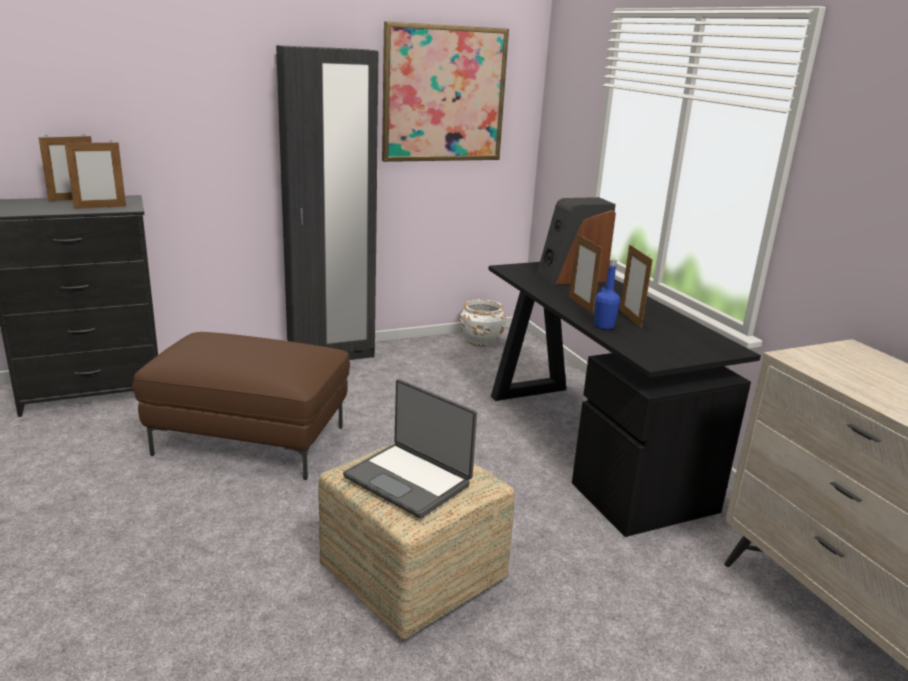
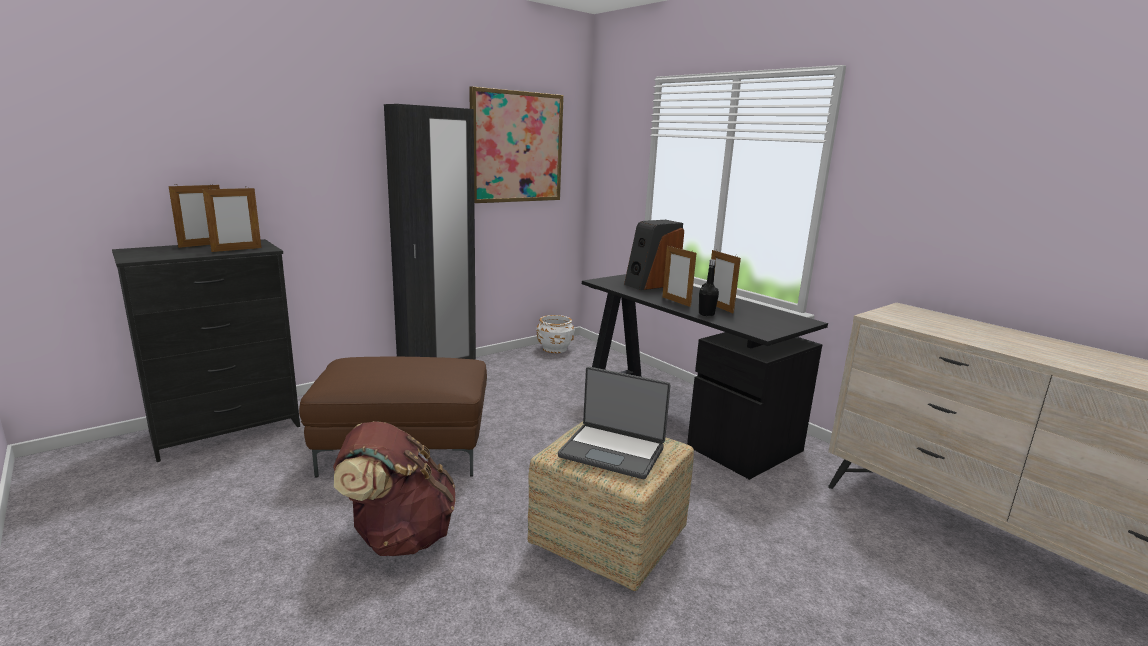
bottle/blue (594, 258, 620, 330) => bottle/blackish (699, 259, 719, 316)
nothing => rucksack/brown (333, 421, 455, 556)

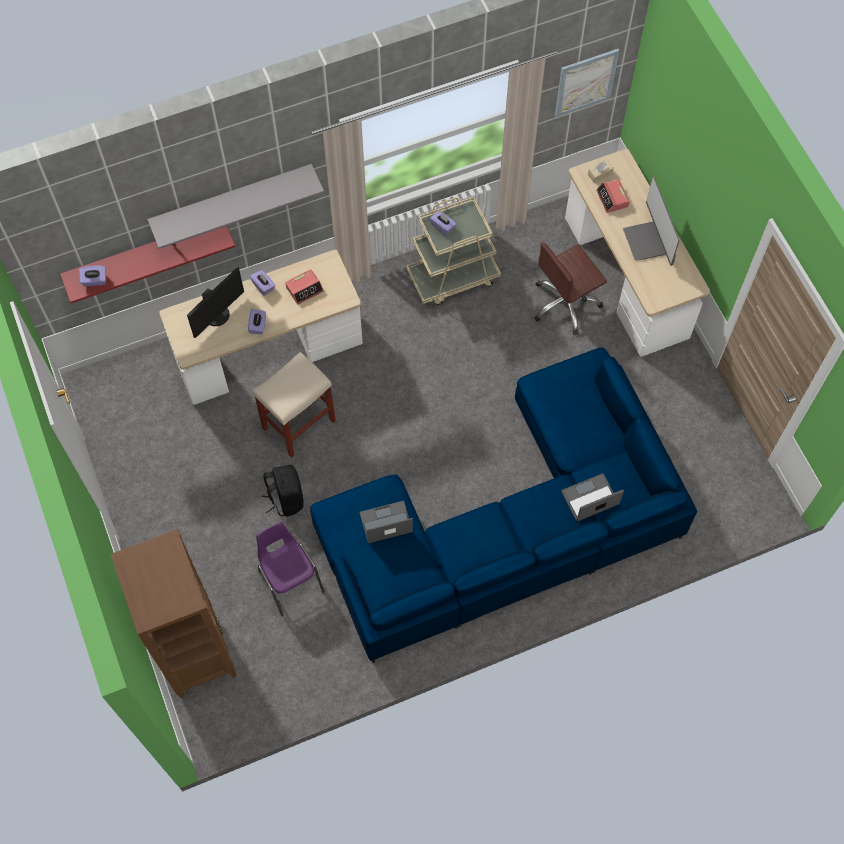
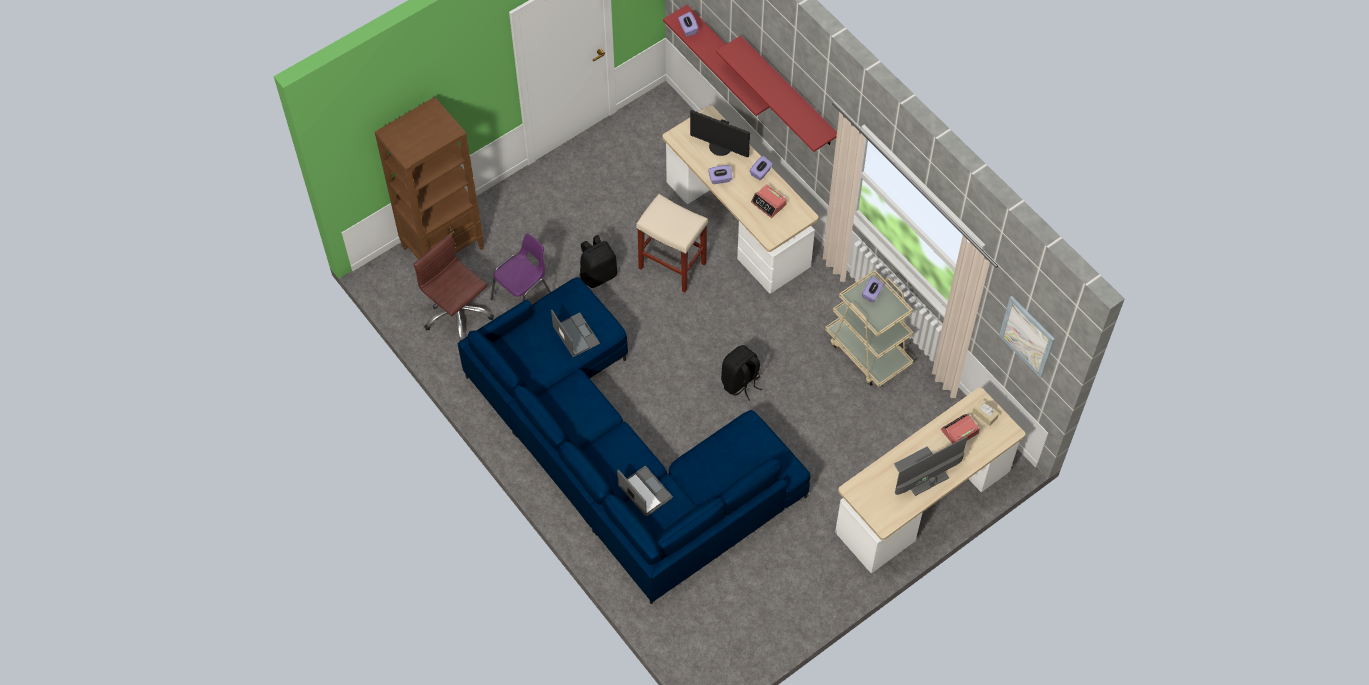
wall shelf/grey (147, 164, 324, 249) => wall shelf/red-coloured (716, 36, 837, 152)
computer chair/brown (534, 242, 607, 335) => computer chair/brown (413, 234, 494, 341), shifted
nothing => rucksack/blackish (721, 345, 762, 401)

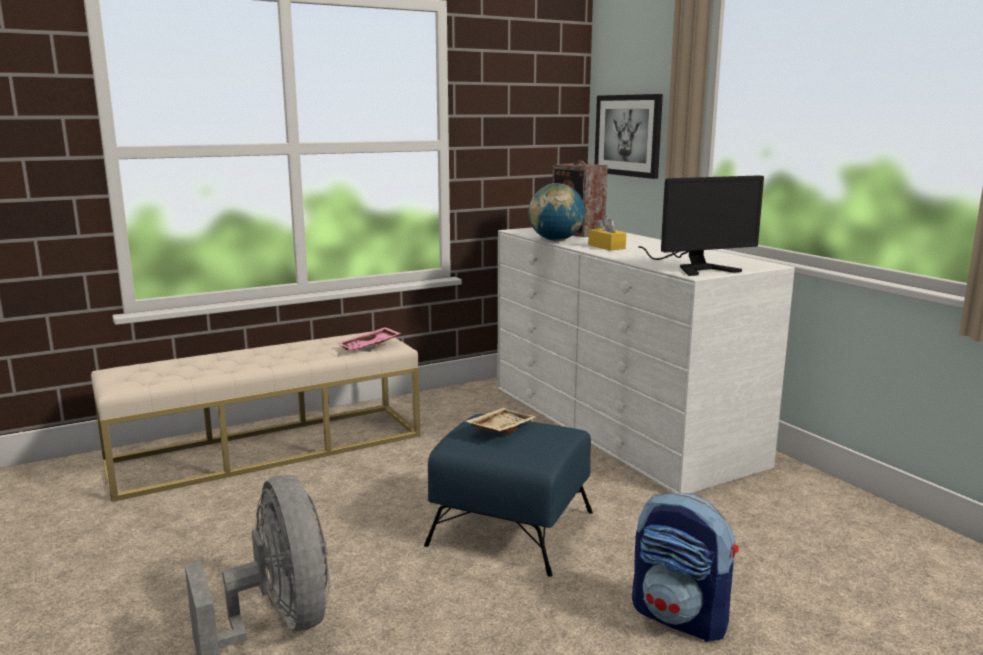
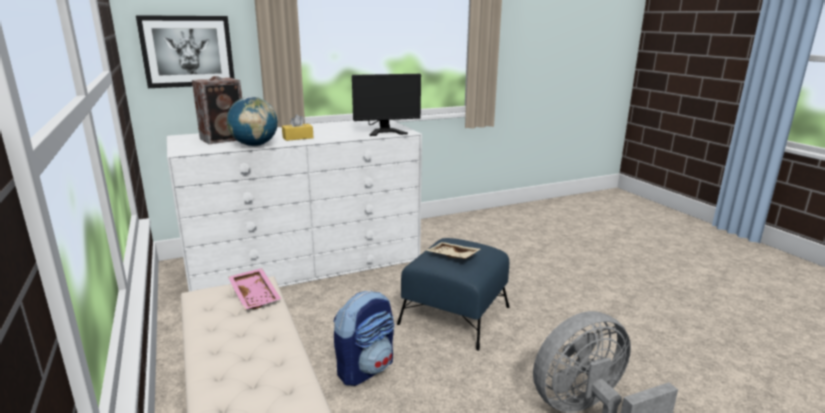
computer screen (638, 176, 764, 276) => computer screen (352, 74, 421, 136), 90 degrees clockwise
rucksack (632, 493, 739, 642) => rucksack (333, 290, 394, 386), shifted

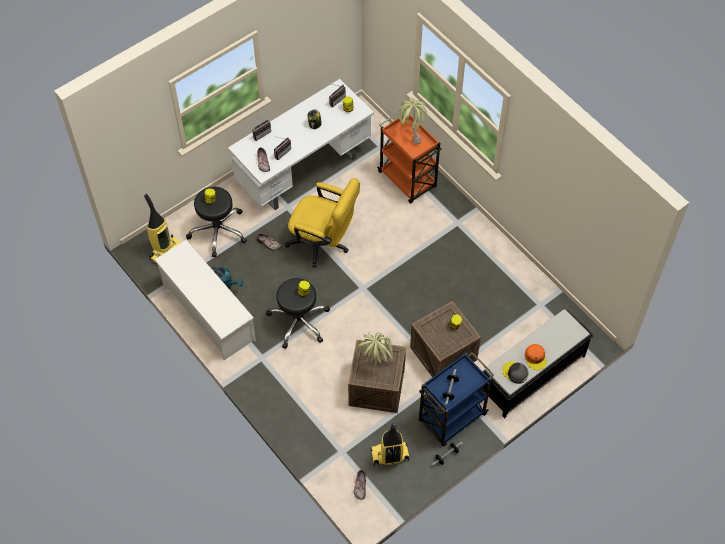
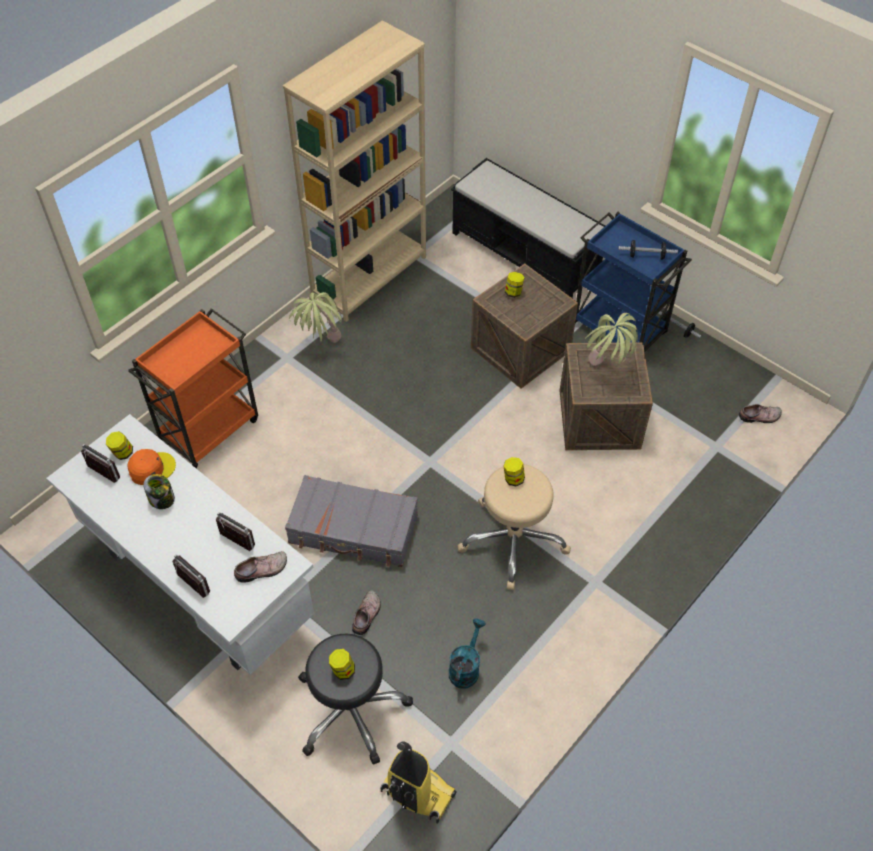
potted plant (398, 98, 429, 144) => potted plant (289, 292, 342, 343), shifted
computer chair/yellow (285, 178, 360, 268) => piece of luggage/grey (285, 475, 418, 567)
shoe shelf/white-coloured (154, 240, 256, 360) => nothing
stool seat/blackish (266, 278, 330, 349) => stool seat/beige-coloured (458, 464, 571, 590)
cap/orange (525, 344, 547, 370) => cap/orange (128, 449, 176, 485), shifted
cap/grey (502, 362, 528, 384) => nothing
hoover (370, 423, 409, 466) => nothing
nothing => bookcase/beige-coloured (283, 20, 426, 322)

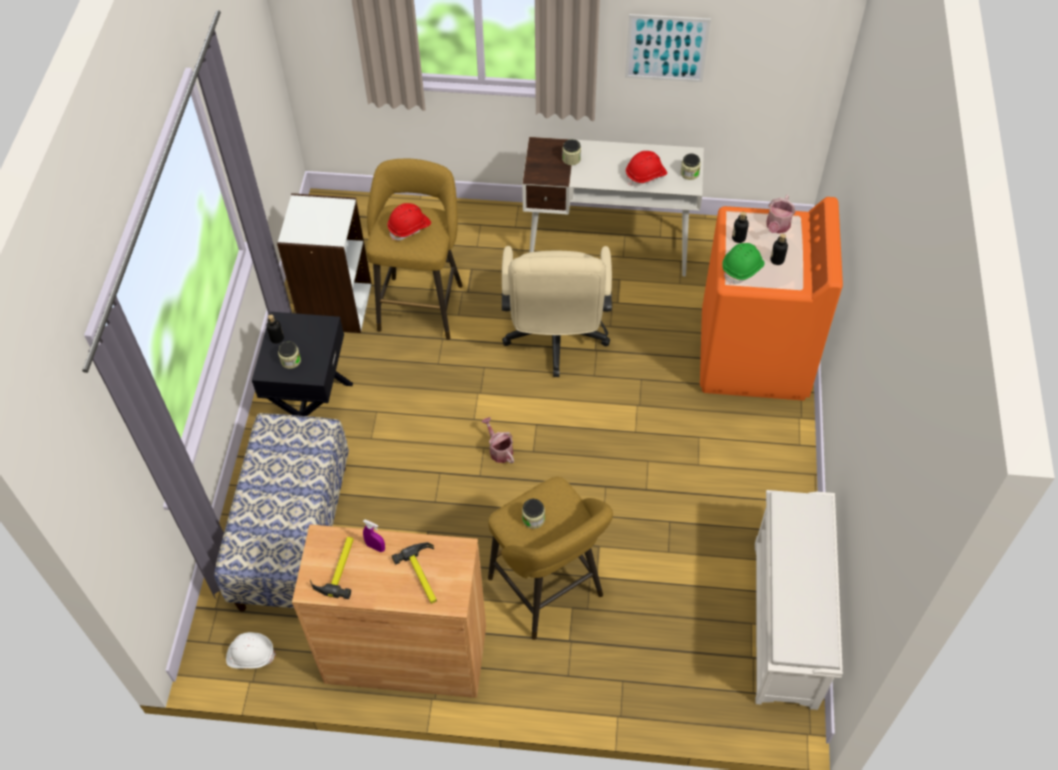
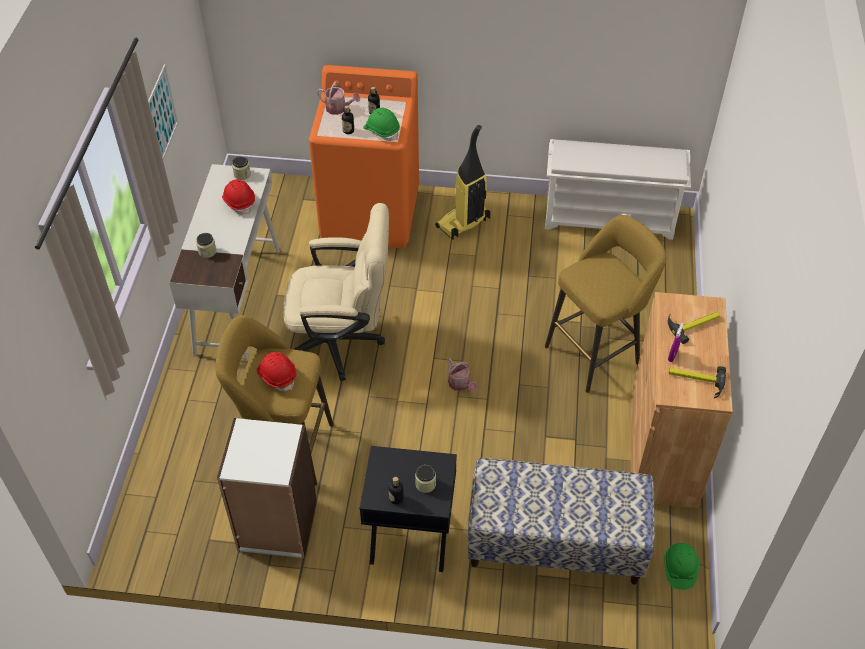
watering can (482, 417, 514, 463) => watering can (447, 359, 477, 391), 90 degrees counterclockwise
jar (522, 499, 545, 529) => nothing
work helmet/white-coloured (226, 632, 276, 669) => work helmet/green-coloured (664, 543, 699, 590)
nothing => hoover (435, 125, 490, 240)

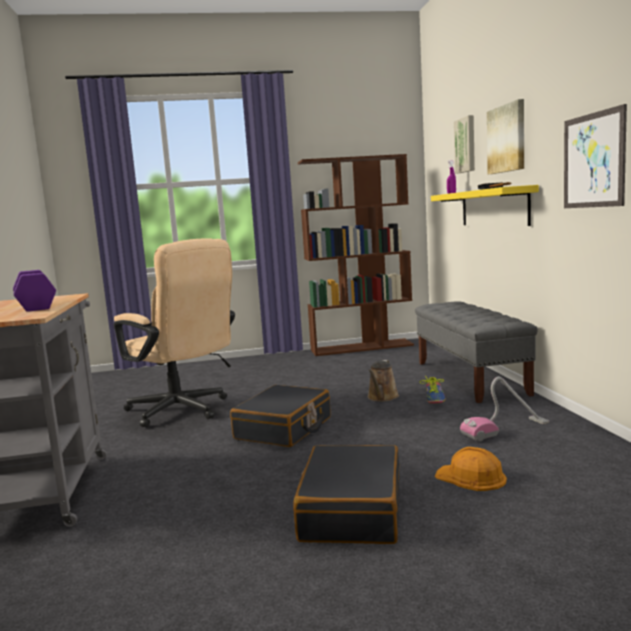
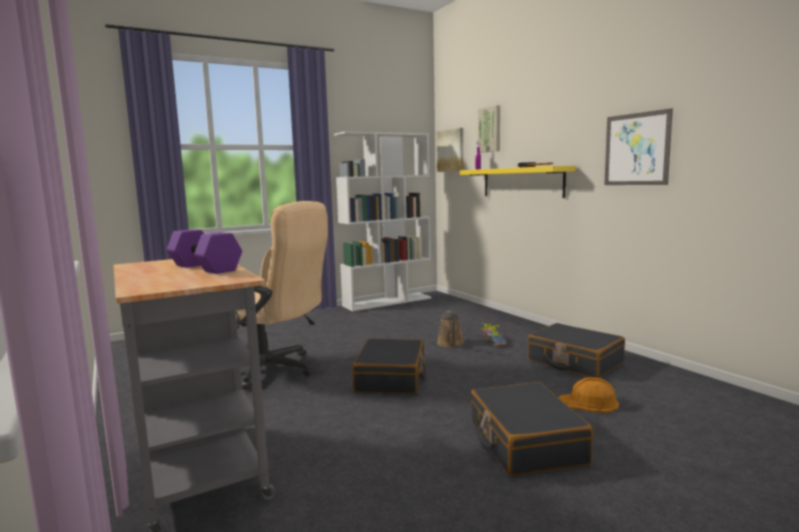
wall art (487, 99, 524, 174) => wall art (436, 128, 463, 172), shifted
bookcase/brown (298, 154, 414, 356) => bookcase/white-coloured (334, 131, 431, 311)
indoor bench/grey (415, 301, 538, 403) => nothing
hoover (460, 377, 549, 441) => piece of luggage/blackish (528, 323, 625, 378)

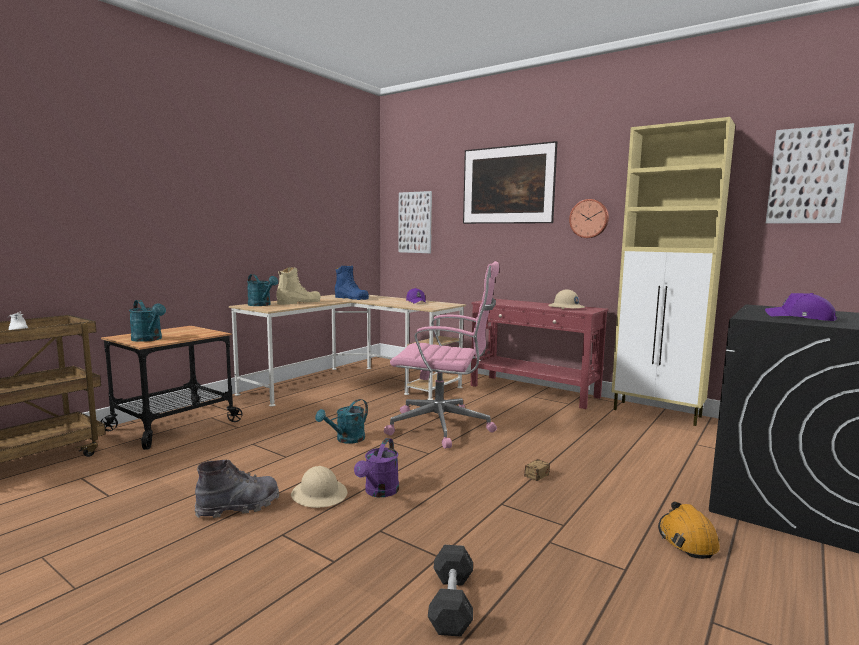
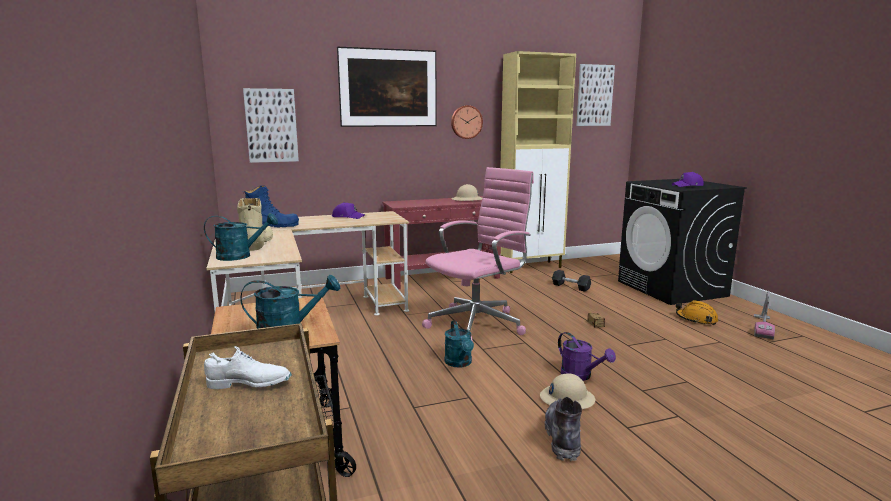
free weight/grey (428, 545, 473, 637) => free weight/grey (552, 270, 591, 292), shifted
nothing => hoover (754, 291, 775, 339)

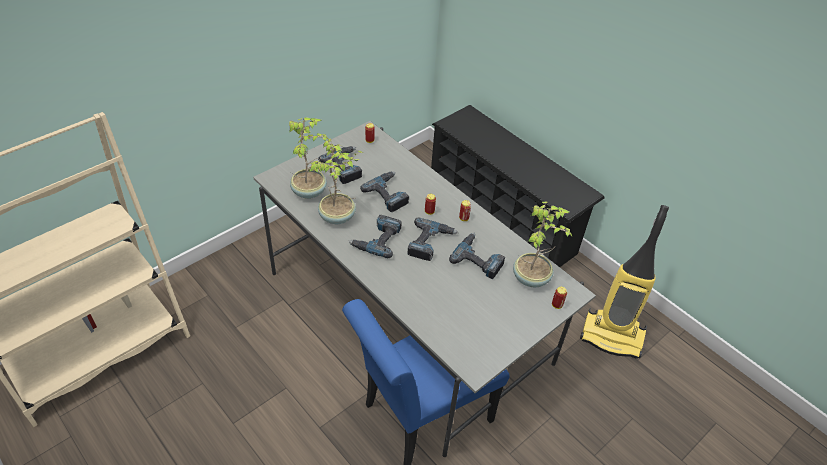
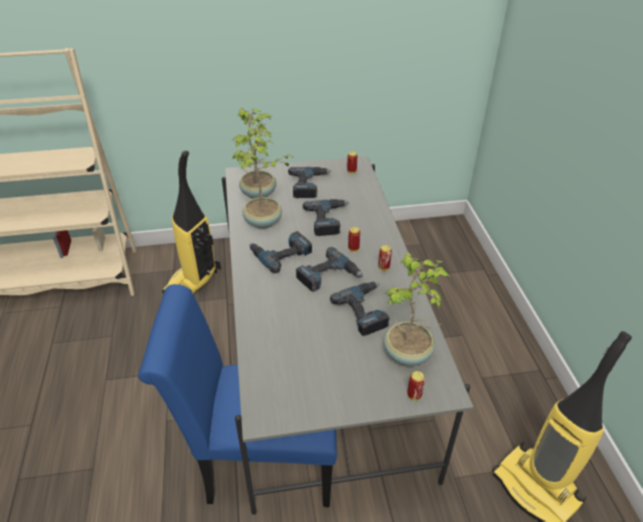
shoe shelf/blackish (431, 105, 605, 267) => nothing
nothing => hoover (162, 150, 221, 294)

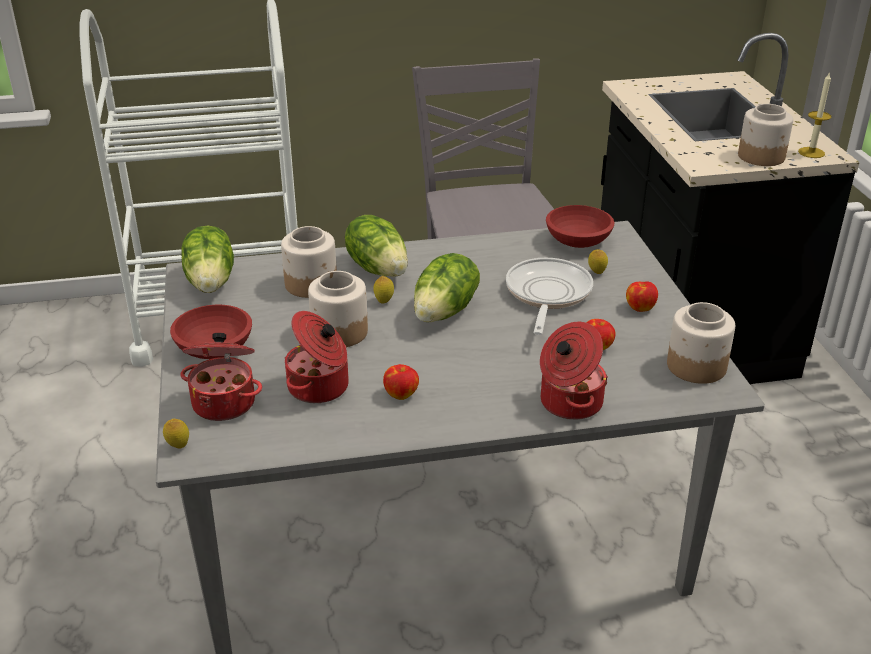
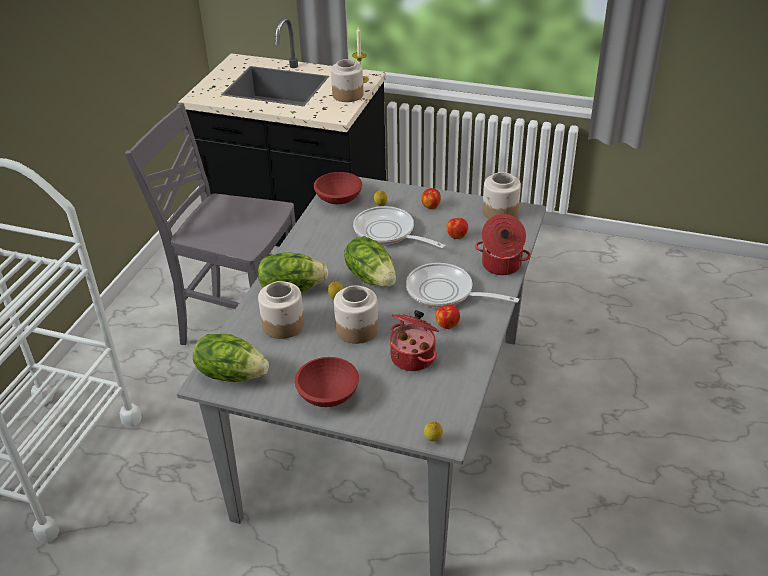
saucepot (180, 333, 262, 421) => nothing
nothing => skillet (406, 263, 519, 308)

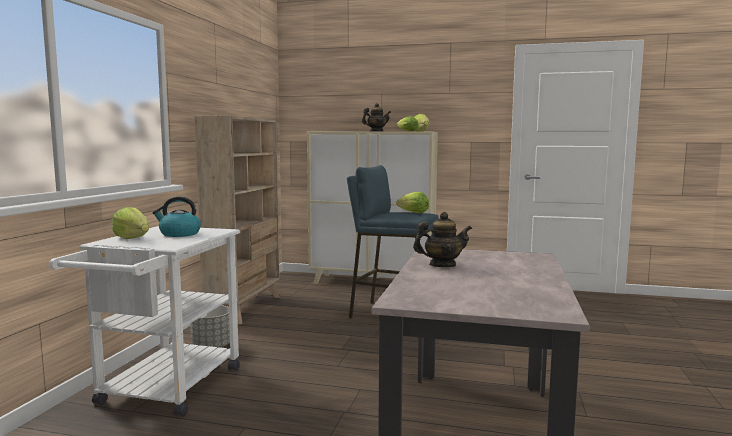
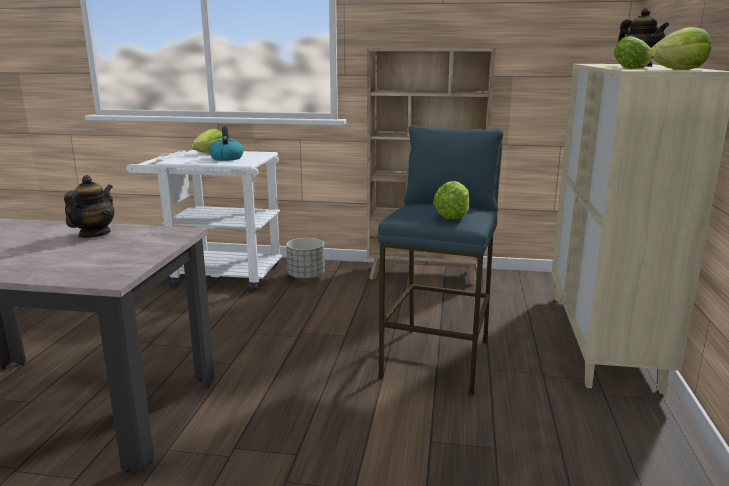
teapot (413, 212, 472, 267) => teapot (64, 175, 114, 238), 150 degrees counterclockwise

